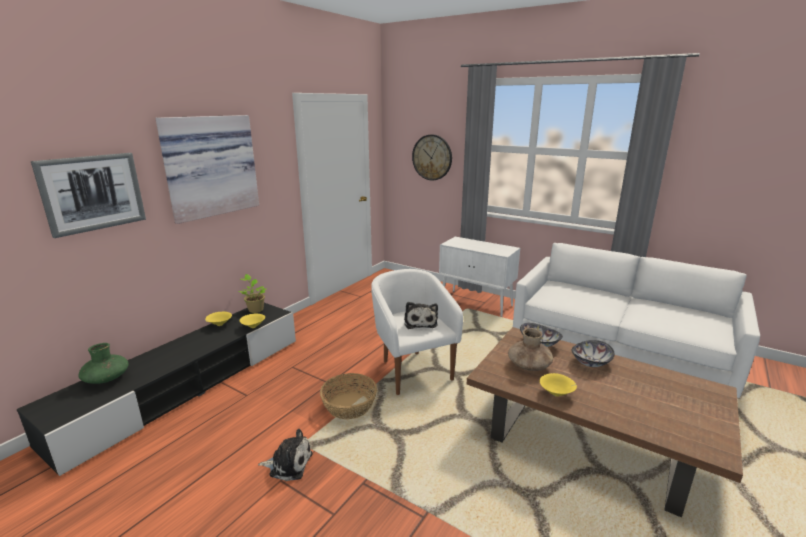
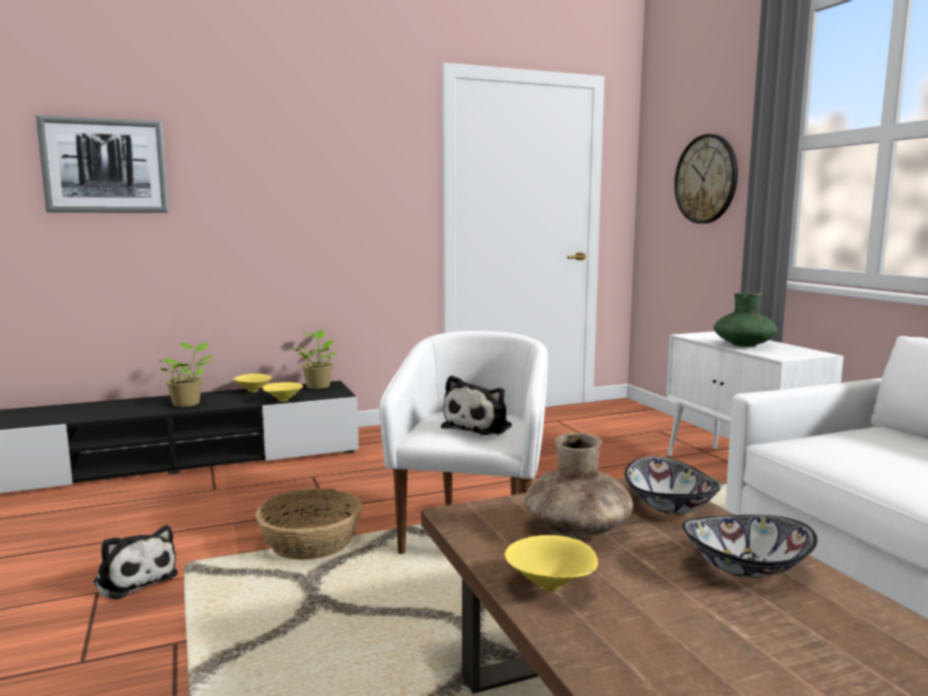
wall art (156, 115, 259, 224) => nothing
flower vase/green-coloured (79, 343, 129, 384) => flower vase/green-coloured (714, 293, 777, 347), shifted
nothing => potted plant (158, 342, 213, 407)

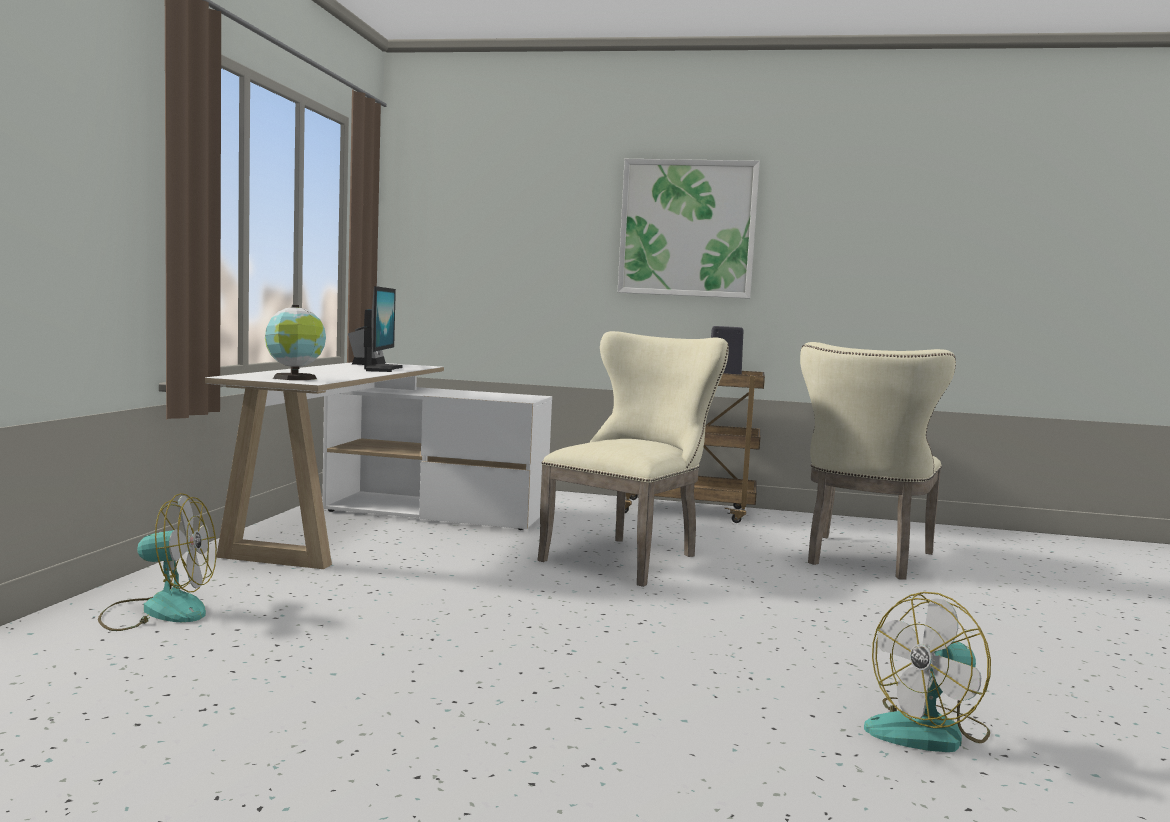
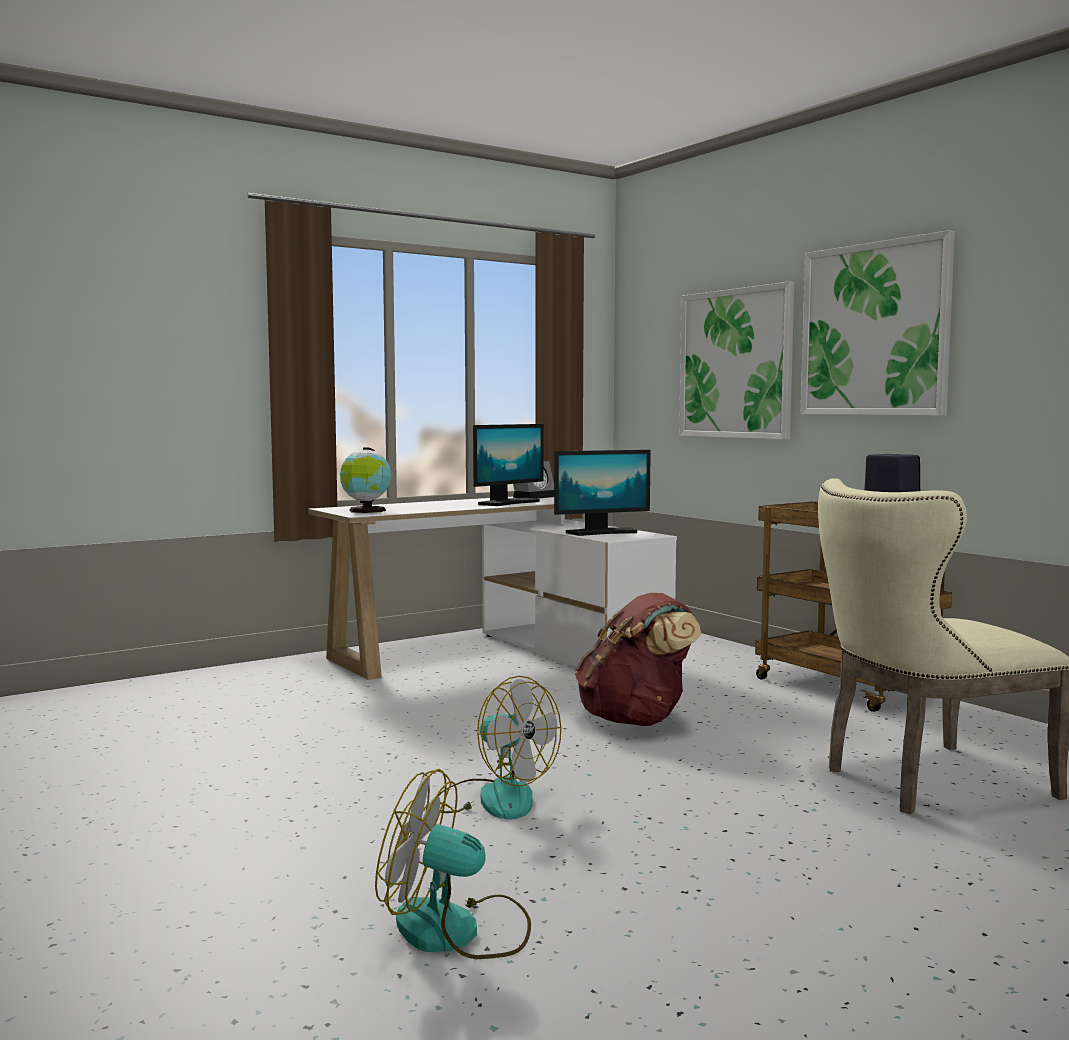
upright chair/beige-coloured (537, 331, 729, 587) => rucksack/brown (575, 593, 701, 726)
electric fan (98, 493, 217, 631) => electric fan (438, 676, 561, 820), shifted
nothing => wall art (679, 282, 794, 440)
nothing => computer screen (554, 450, 651, 536)

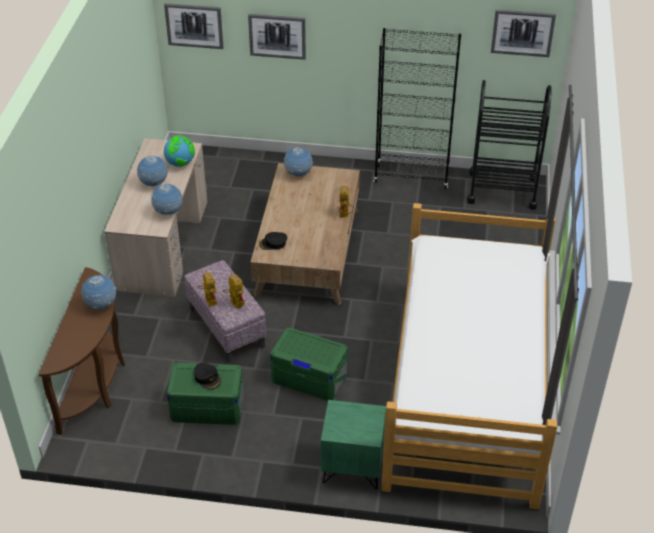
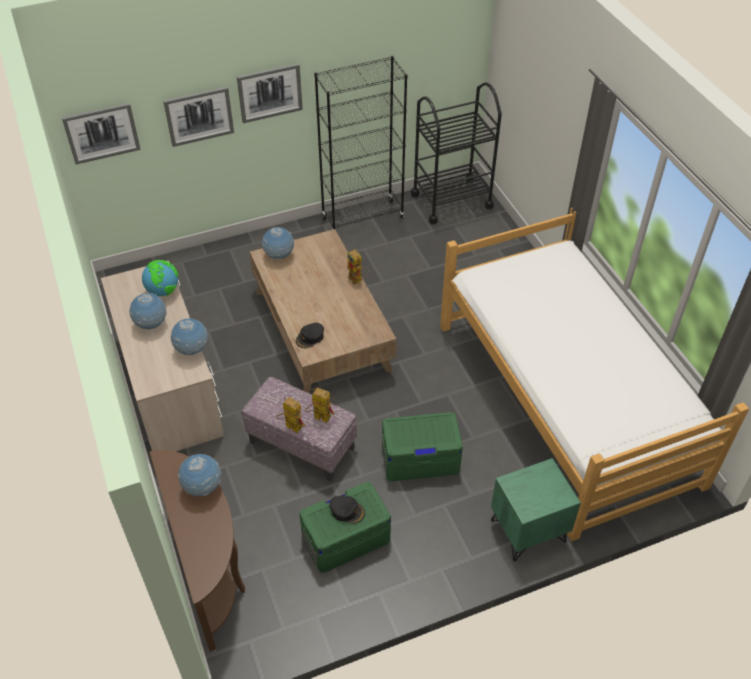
wall art (491, 9, 556, 57) => wall art (237, 63, 303, 123), shifted

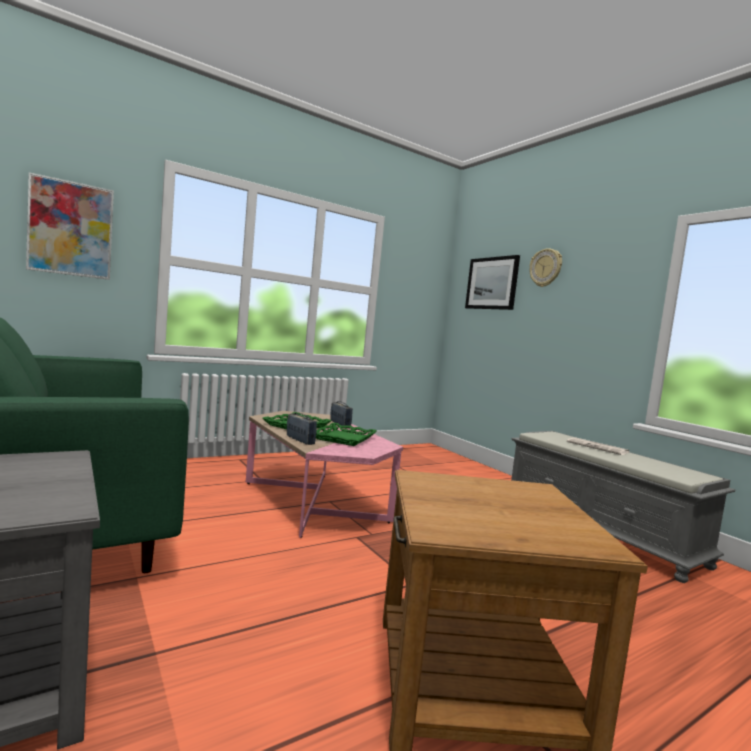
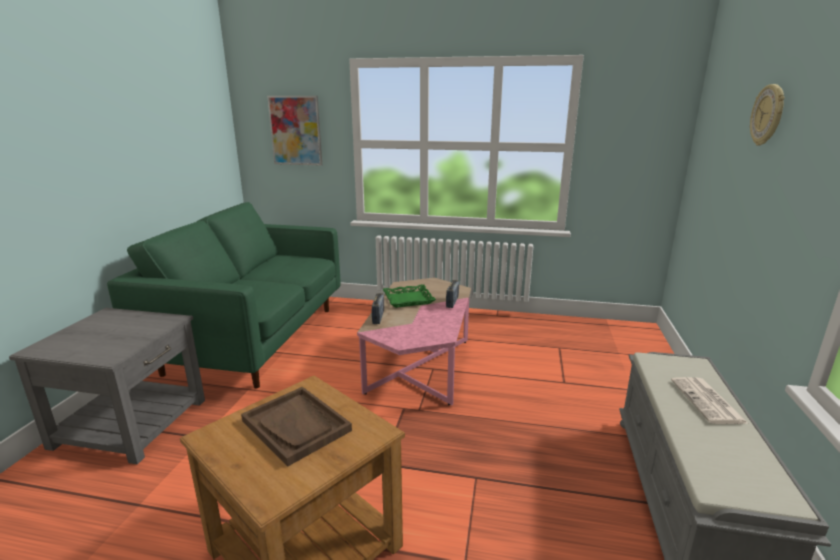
wall art (465, 255, 520, 310) => nothing
serving tray/green-coloured (316, 422, 377, 446) => nothing
nothing => serving tray/brown (241, 387, 352, 466)

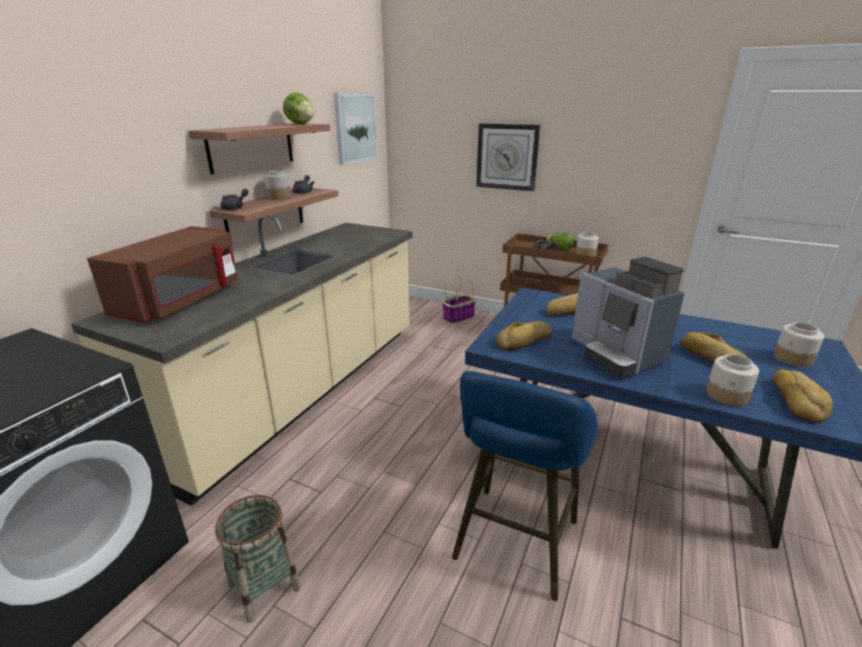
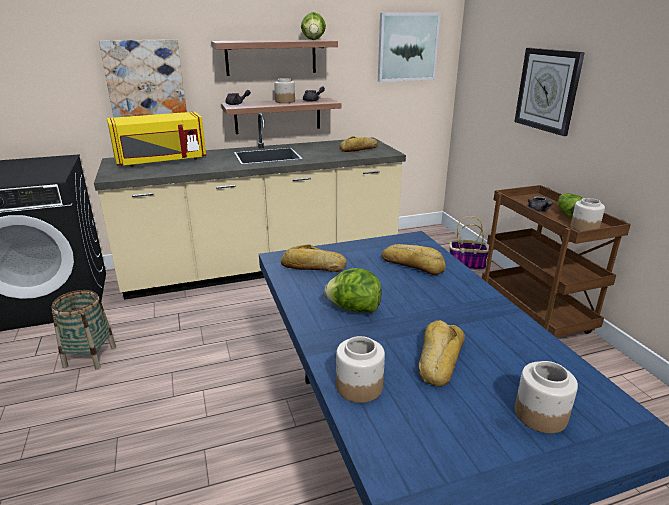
kitchen microwave/brown (87, 226, 238, 322) => kitchen microwave/yellow (107, 112, 206, 167)
coffee brewer (572, 257, 685, 378) => lettuce head (324, 268, 381, 313)
bakery bread (773, 369, 833, 423) => bakery bread (340, 136, 378, 152), shifted
stool seat/blue (452, 371, 598, 601) => nothing
nothing => wall art (99, 39, 187, 118)

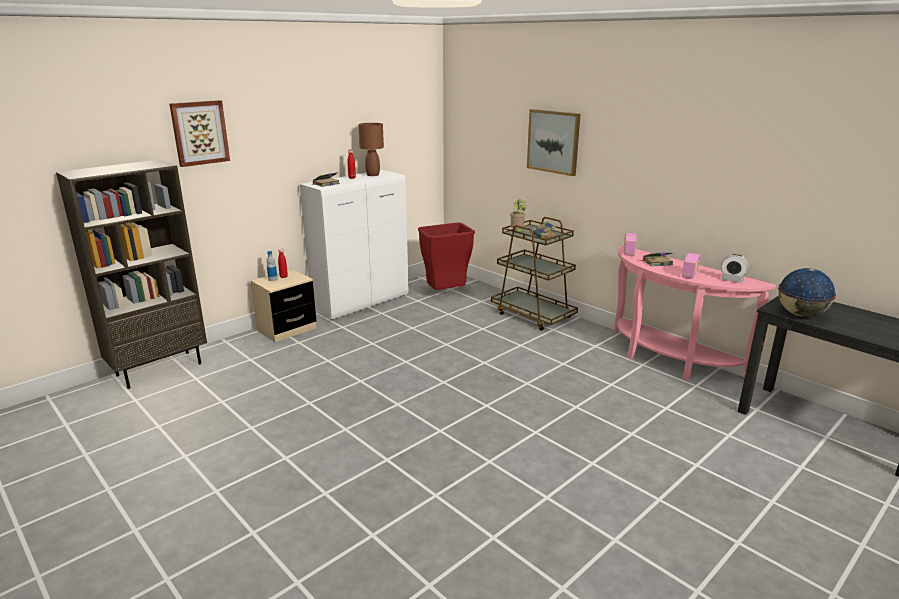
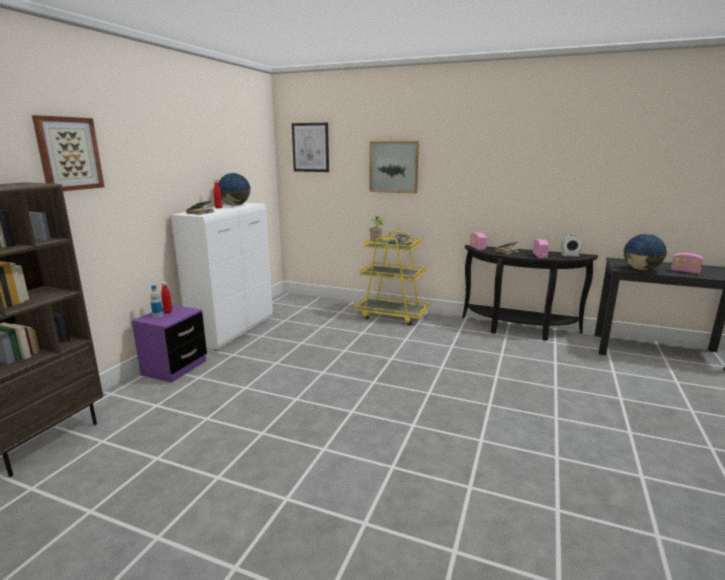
table lamp/brown (358, 123, 384, 176) => globe (218, 173, 251, 206)
trolley/brown (491, 217, 578, 331) => trolley/yellow (354, 231, 429, 326)
trash can/red-coloured (418, 223, 475, 290) => nothing
narrow table/pink-coloured (613, 246, 776, 381) => narrow table/blackish (462, 245, 598, 341)
bedside table/beige-coloured (250, 269, 316, 342) => bedside table/purple (132, 305, 207, 383)
nothing => wall art (292, 123, 329, 172)
nothing => radio receiver (671, 253, 703, 274)

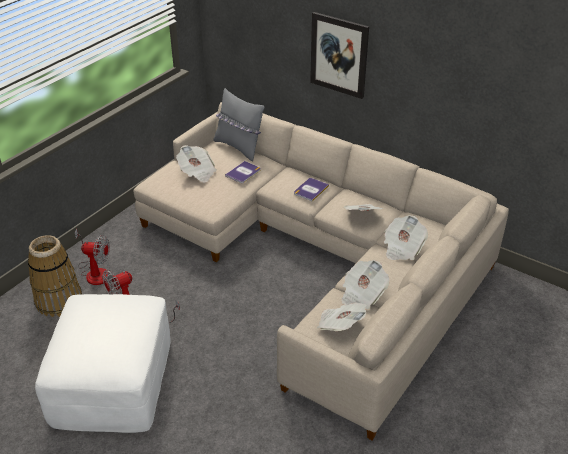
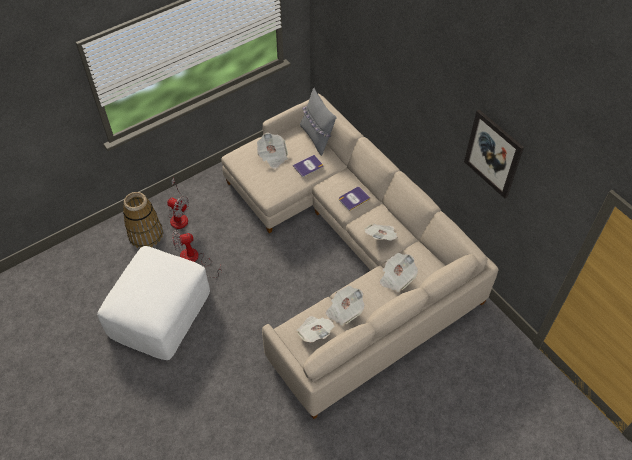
wall art (310, 12, 369, 99) => wall art (464, 110, 524, 199), shifted

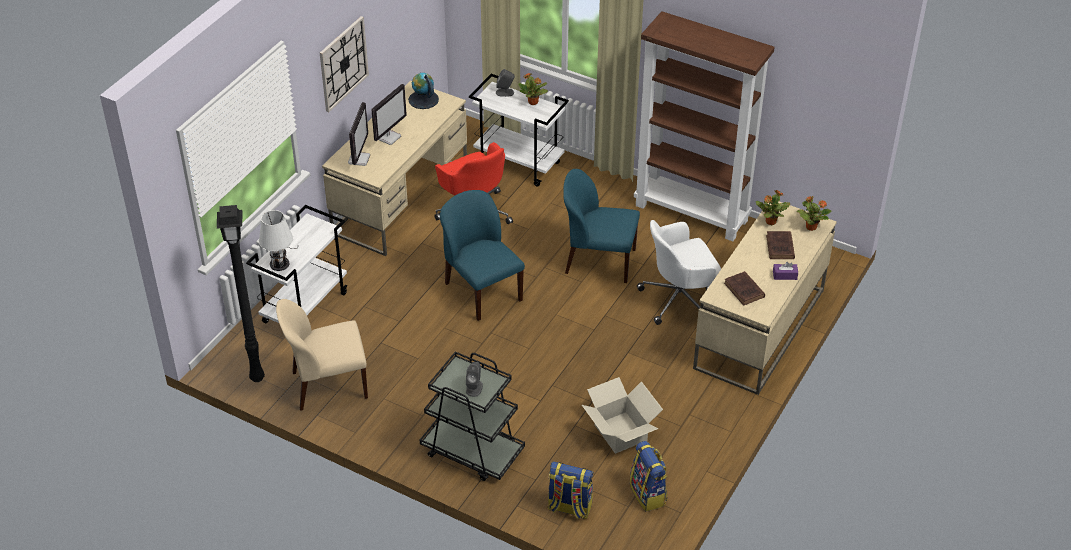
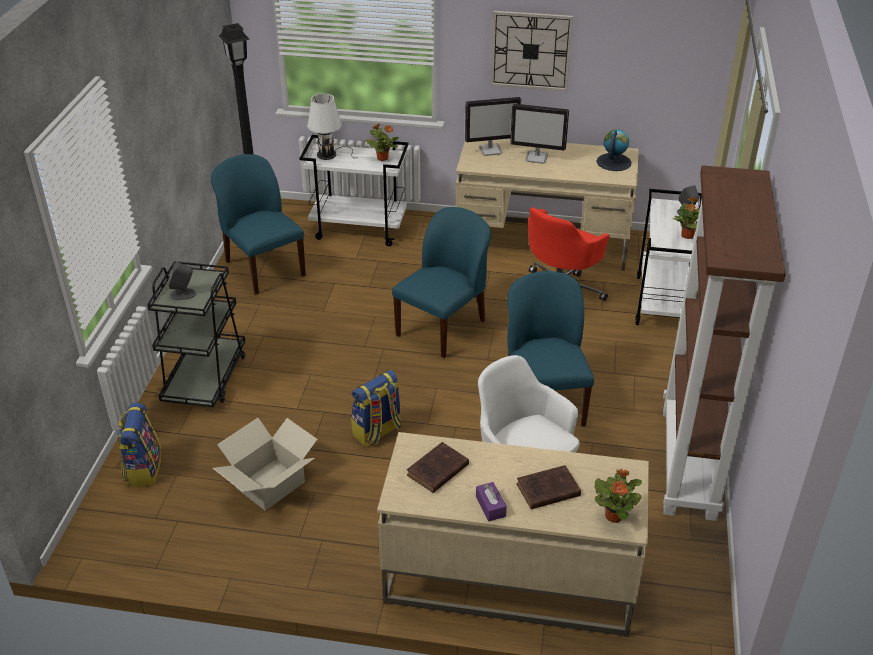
potted plant (756, 190, 790, 225) => potted plant (365, 123, 399, 161), shifted
upright chair/beige-coloured (276, 299, 368, 411) => upright chair/blue (211, 154, 306, 294)
rucksack (630, 441, 668, 511) => rucksack (351, 370, 402, 447), shifted

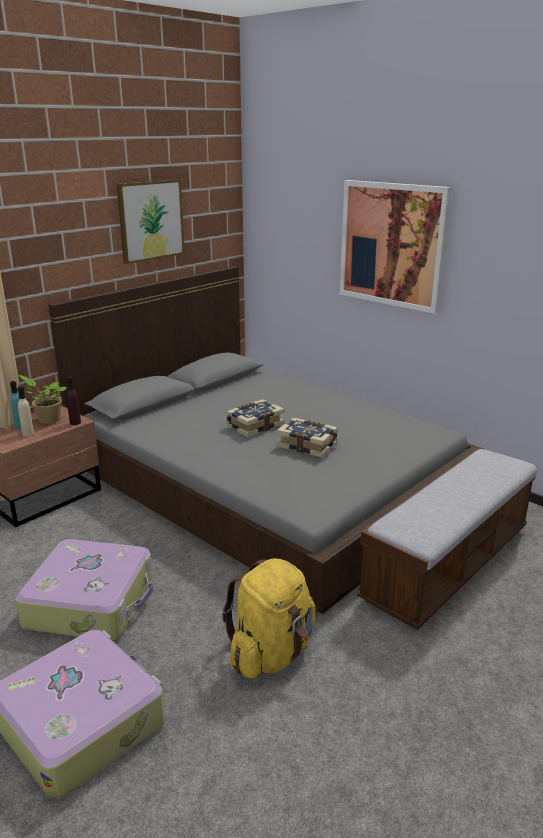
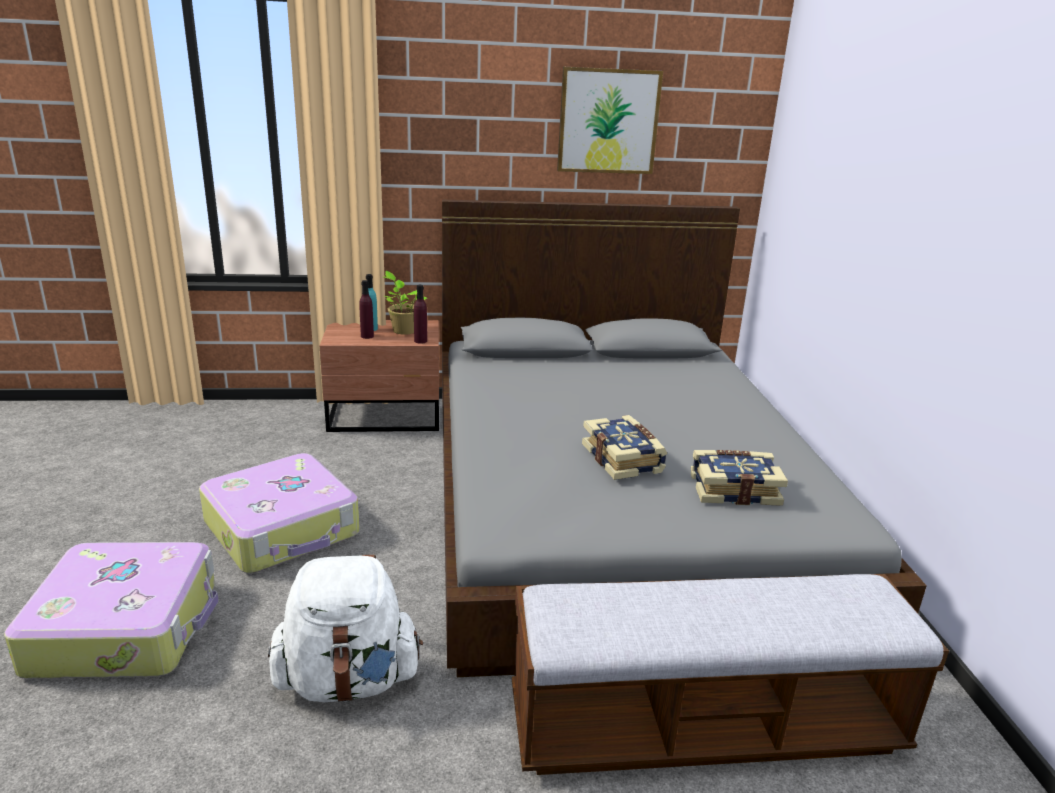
wall art (340, 180, 451, 314) => nothing
bottle/beige-coloured (17, 386, 34, 436) => bottle/purple (359, 280, 374, 339)
bound book (226, 399, 285, 437) => bound book (691, 450, 788, 506), shifted
rucksack/yellow (222, 558, 315, 679) => rucksack/white-coloured (268, 555, 423, 702)

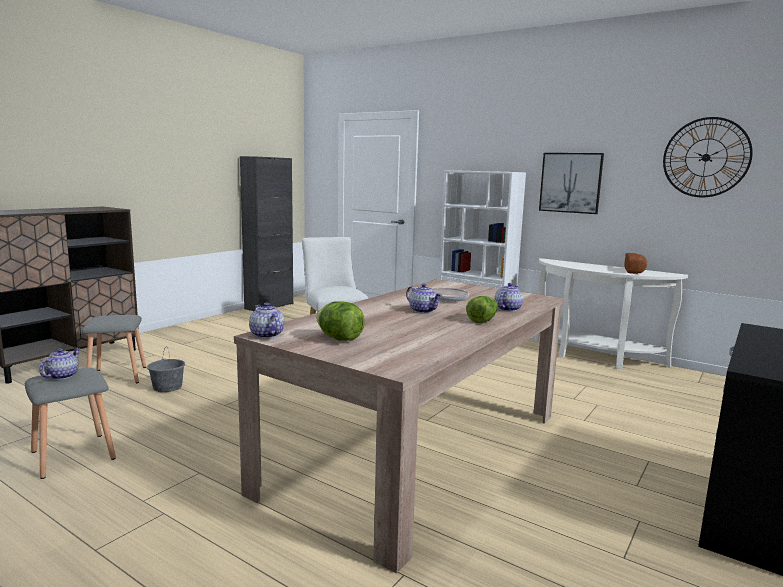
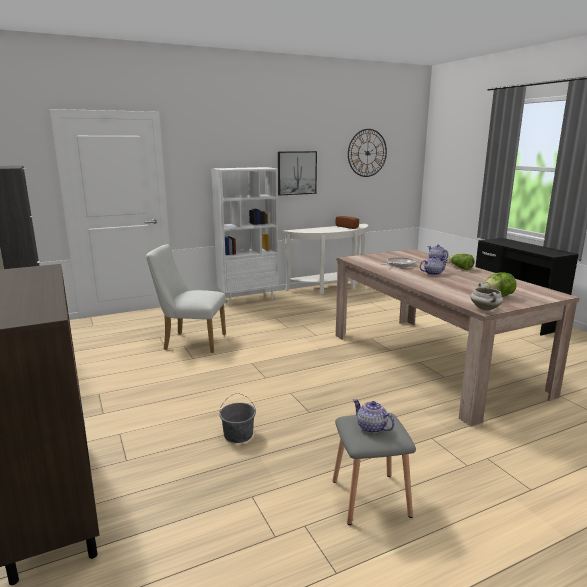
teapot (249, 302, 284, 338) => saucepot/white-coloured (470, 283, 503, 311)
stool seat/grey (82, 315, 146, 383) => nothing

